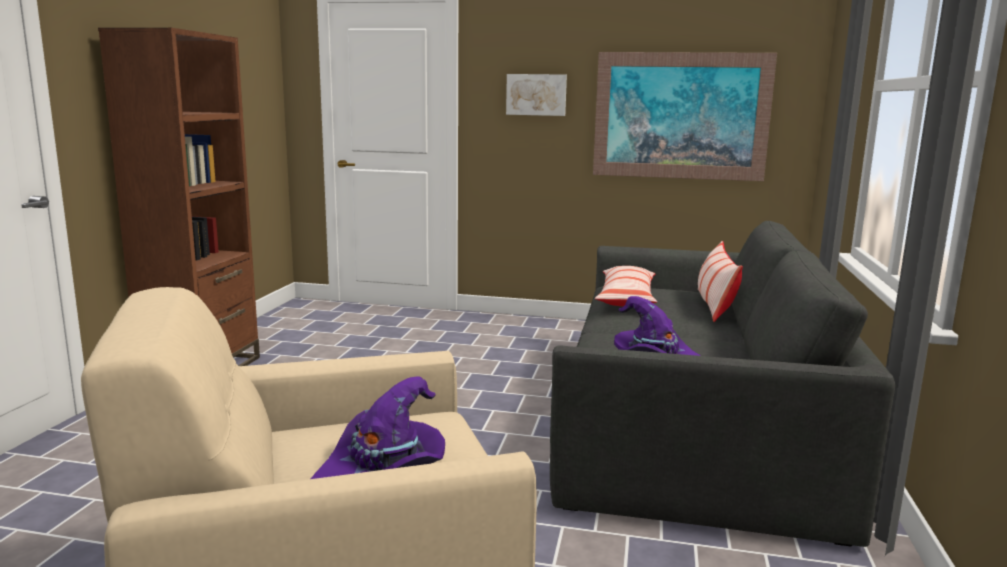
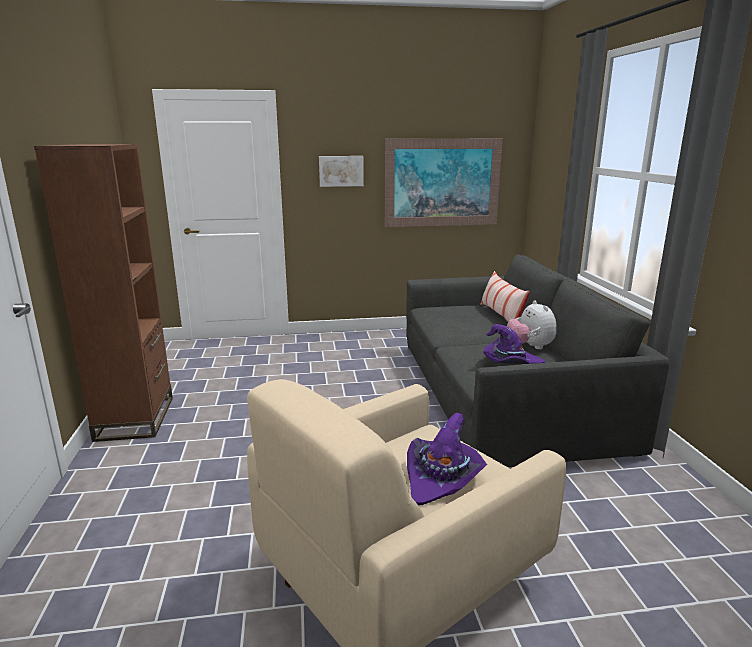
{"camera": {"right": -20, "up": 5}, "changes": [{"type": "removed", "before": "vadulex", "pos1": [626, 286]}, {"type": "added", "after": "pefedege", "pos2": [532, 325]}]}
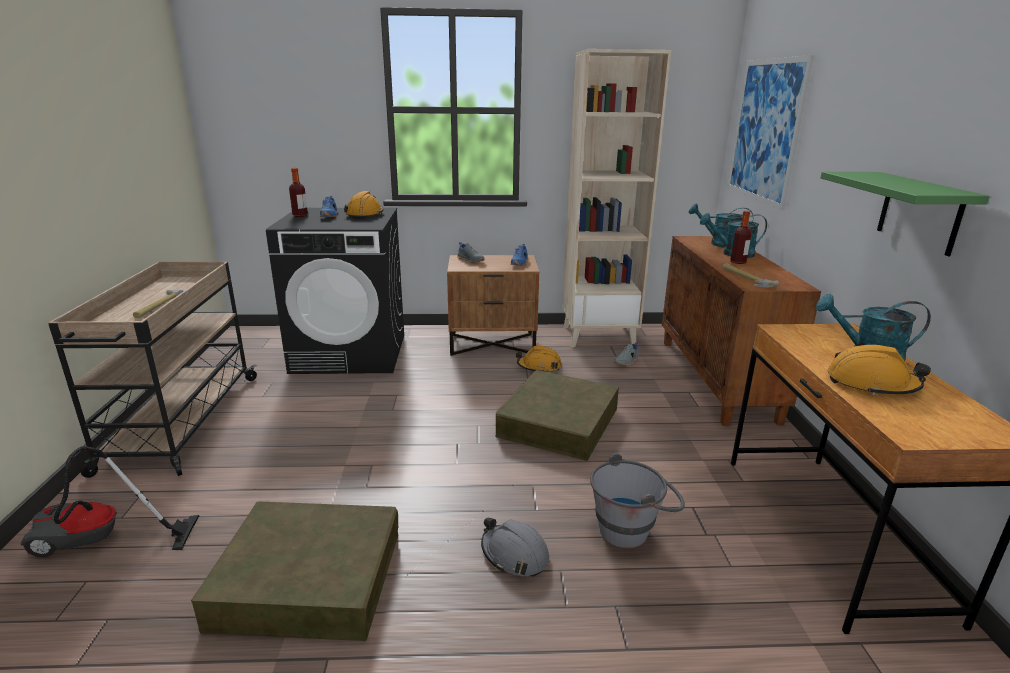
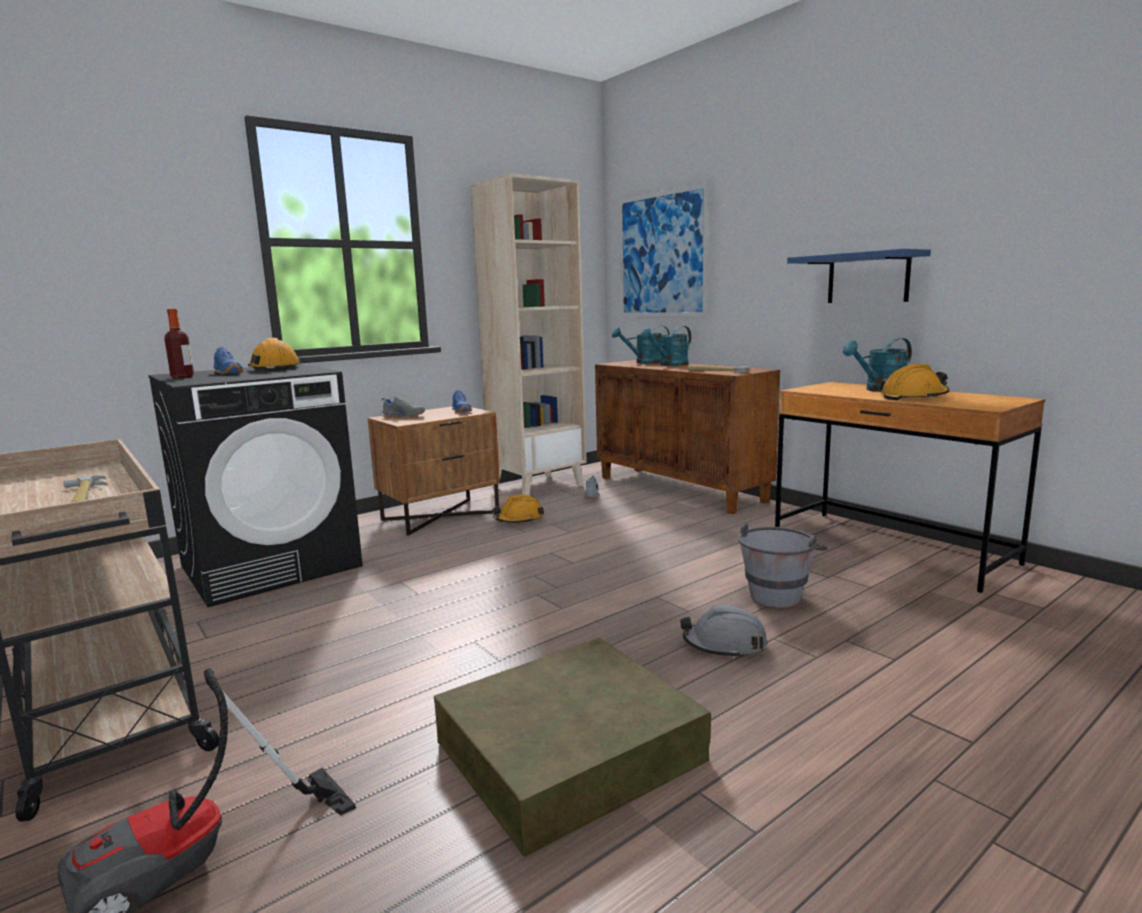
{"camera": {"right": -35, "up": -10}, "changes": [{"type": "removed", "before": "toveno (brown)", "pos1": [557, 415]}, {"type": "removed", "before": "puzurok", "pos1": [740, 237]}, {"type": "recoloured", "before": "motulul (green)", "after": "motulul (blue)", "pos1": [905, 214], "pos2": [859, 276]}]}
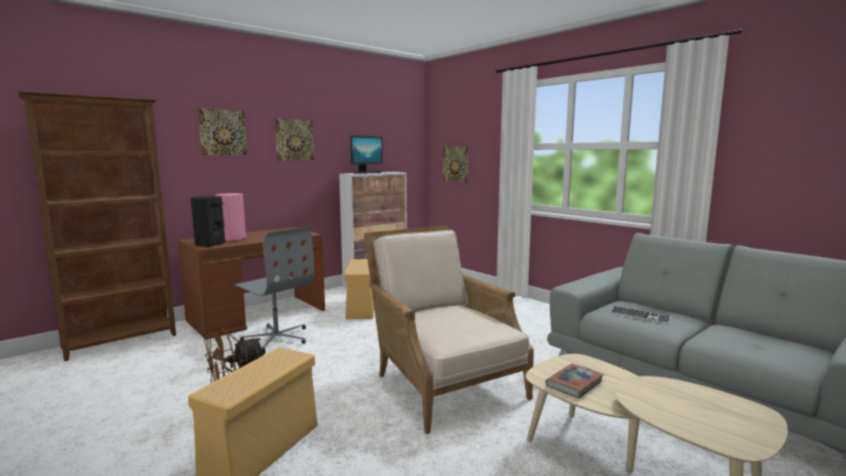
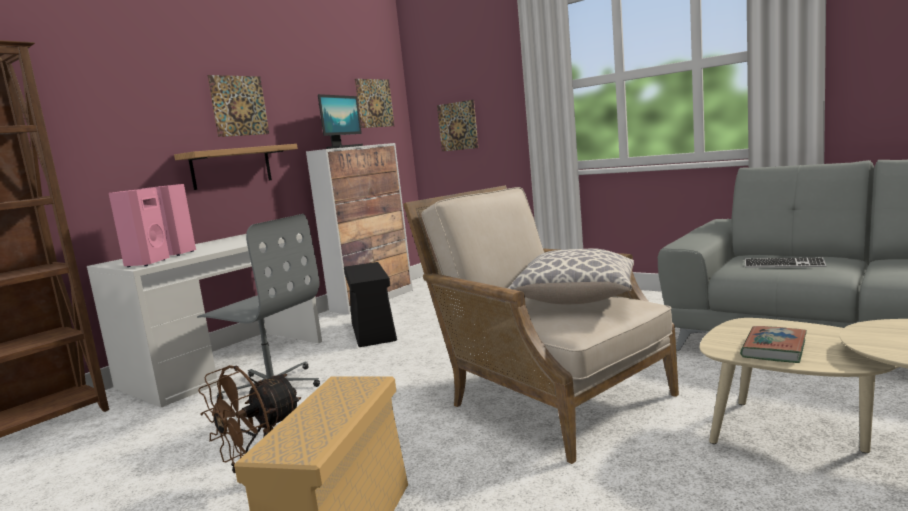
{"camera": {"right": -10, "up": 0}, "changes": [{"type": "added", "after": "motulul", "pos2": [236, 167]}, {"type": "added", "after": "vadulex", "pos2": [571, 276]}, {"type": "moved", "before": "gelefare", "pos1": [222, 131], "pos2": [375, 103]}, {"type": "recoloured", "before": "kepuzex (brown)", "after": "kepuzex (white)", "pos1": [251, 283], "pos2": [204, 320]}, {"type": "recoloured", "before": "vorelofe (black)", "after": "vorelofe (pink)", "pos1": [208, 222], "pos2": [139, 227]}, {"type": "recoloured", "before": "toveno (beige)", "after": "toveno (black)", "pos1": [359, 289], "pos2": [370, 304]}]}
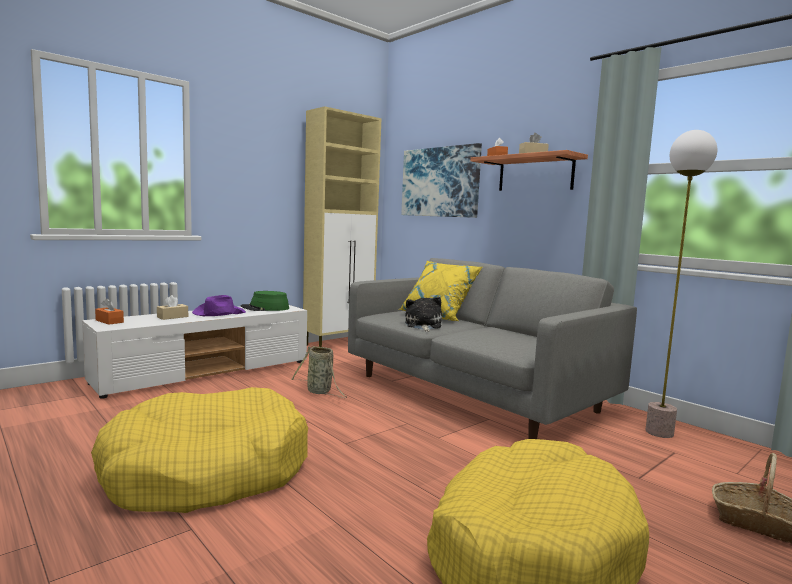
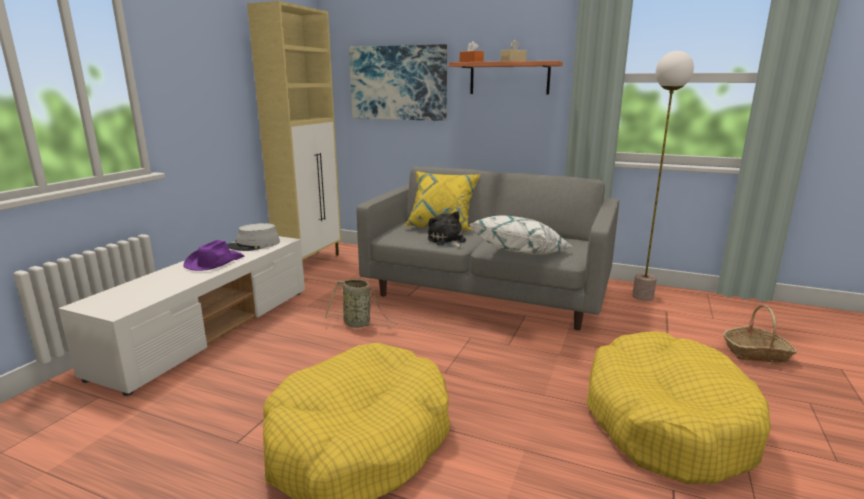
{"camera": {"right": -25, "up": 10}, "changes": [{"type": "removed", "before": "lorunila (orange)", "pos1": [109, 311]}, {"type": "removed", "before": "lorunila (beige)", "pos1": [172, 307]}, {"type": "added", "after": "vadulex (white)", "pos2": [521, 235]}, {"type": "recoloured", "before": "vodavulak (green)", "after": "vodavulak (grey)", "pos1": [265, 301], "pos2": [253, 237]}]}
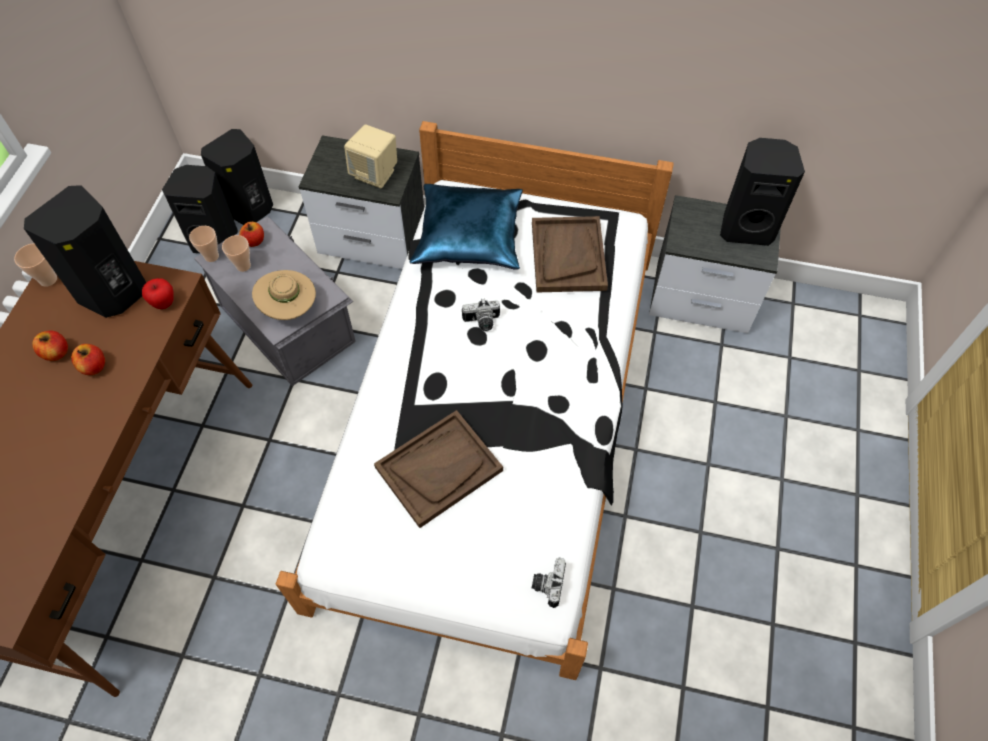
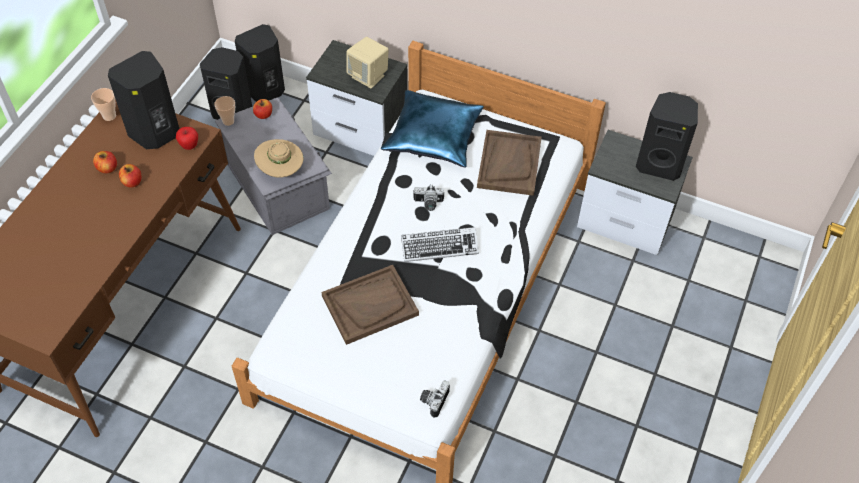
{"camera": {"right": 10, "up": -5}, "changes": [{"type": "removed", "before": "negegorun", "pos1": [236, 253]}, {"type": "added", "after": "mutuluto", "pos2": [440, 244]}]}
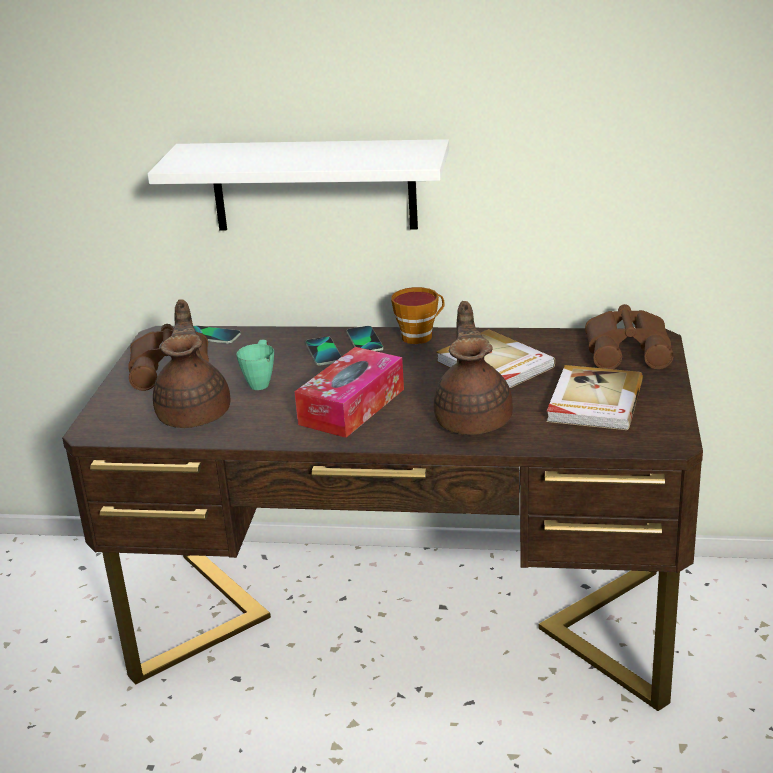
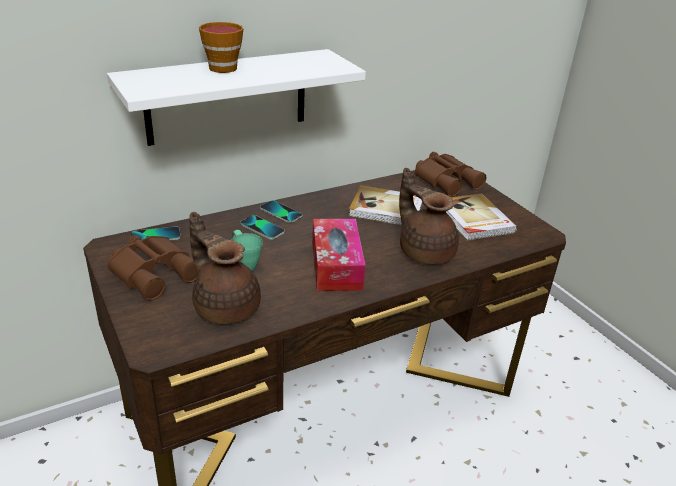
{"camera": {"right": -40, "up": 5}, "changes": [{"type": "moved", "before": "negegorun", "pos1": [417, 315], "pos2": [221, 47]}]}
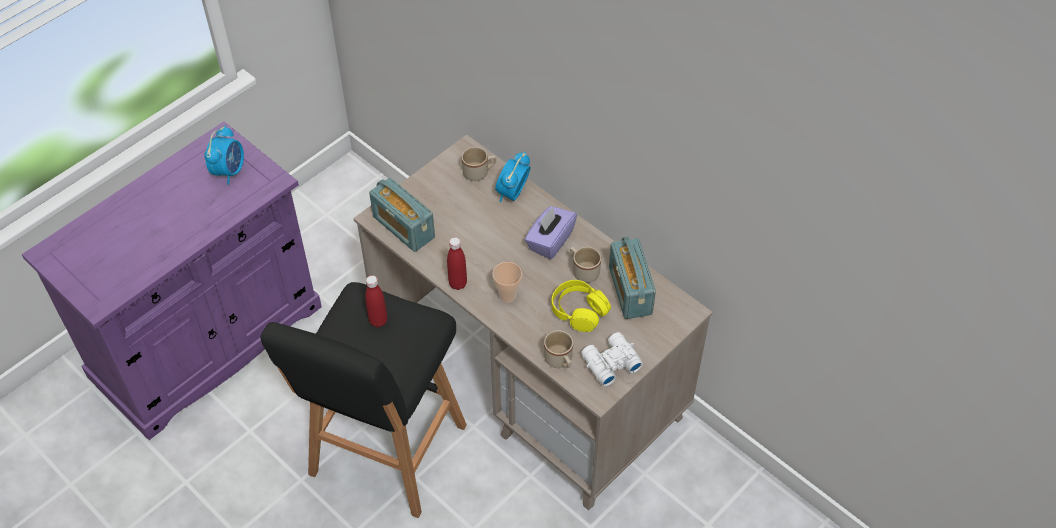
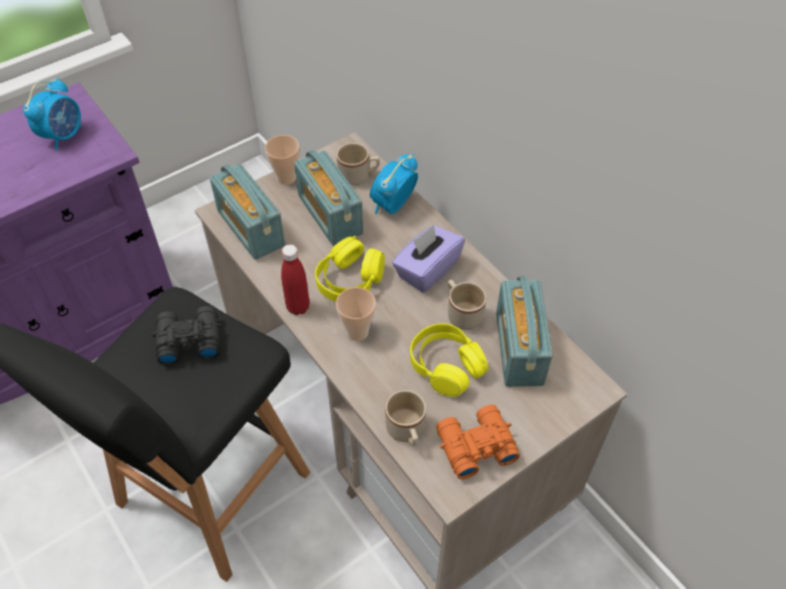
{"camera": {"right": 10, "up": 0}, "changes": [{"type": "added", "after": "negegorun", "pos2": [282, 160]}, {"type": "added", "after": "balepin", "pos2": [328, 198]}, {"type": "added", "after": "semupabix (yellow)", "pos2": [350, 269]}, {"type": "replaced", "before": "puzurok (red)", "after": "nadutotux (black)", "pos1": [376, 301], "pos2": [187, 336]}, {"type": "recoloured", "before": "nadutotux (white)", "after": "nadutotux (orange)", "pos1": [612, 359], "pos2": [478, 442]}]}
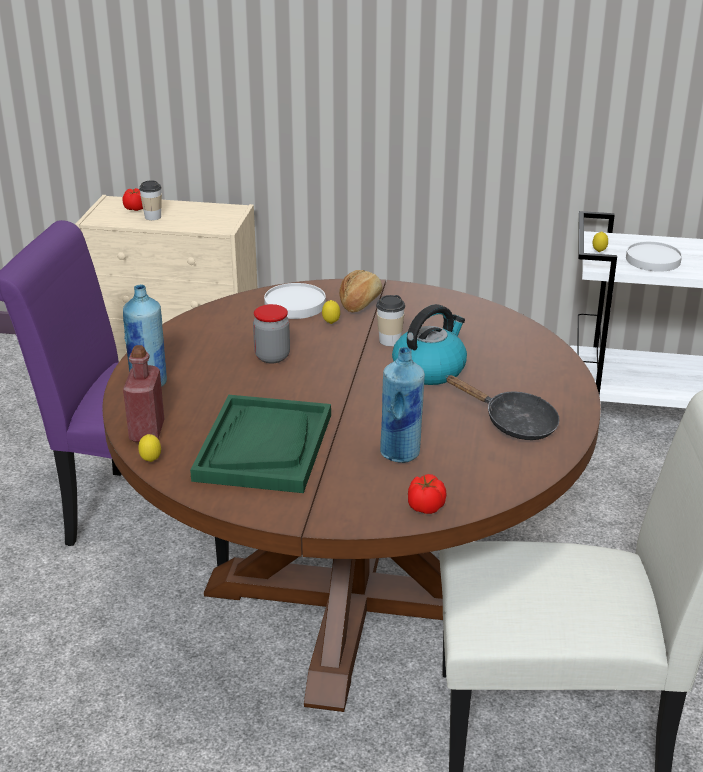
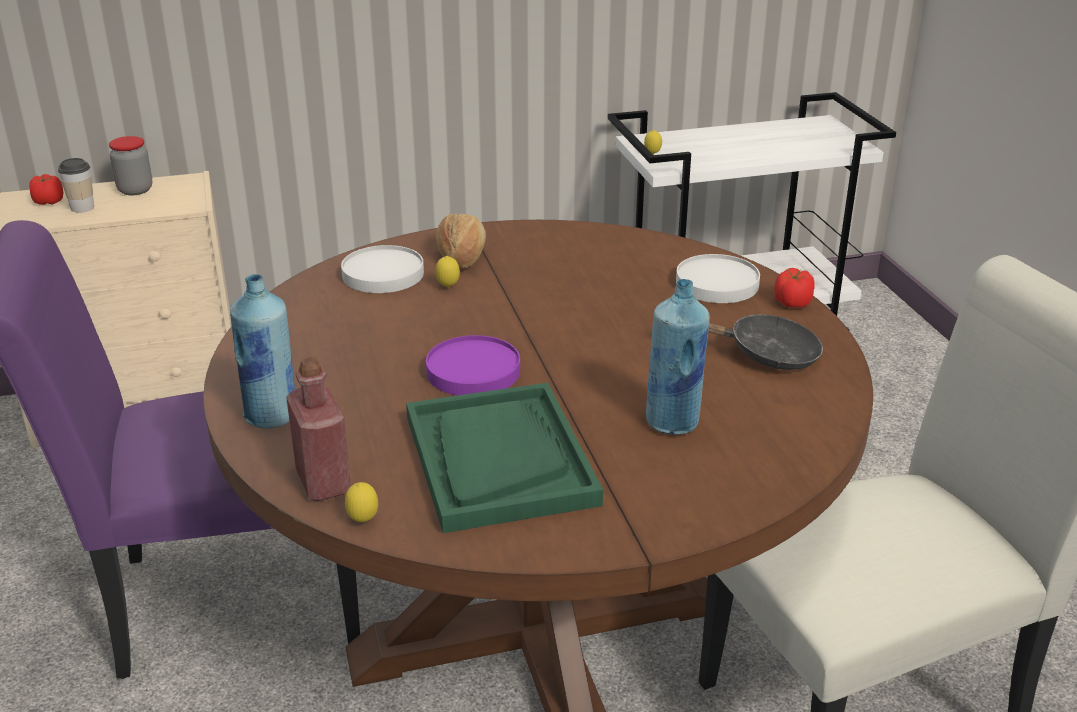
{"camera": {"right": -25, "up": 0}, "changes": [{"type": "removed", "before": "negegorun", "pos1": [390, 320]}, {"type": "removed", "before": "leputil", "pos1": [429, 344]}, {"type": "added", "after": "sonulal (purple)", "pos2": [473, 365]}, {"type": "moved", "before": "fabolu", "pos1": [271, 333], "pos2": [130, 165]}, {"type": "moved", "before": "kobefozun", "pos1": [427, 494], "pos2": [794, 288]}, {"type": "moved", "before": "sonulal (white)", "pos1": [654, 256], "pos2": [718, 278]}]}
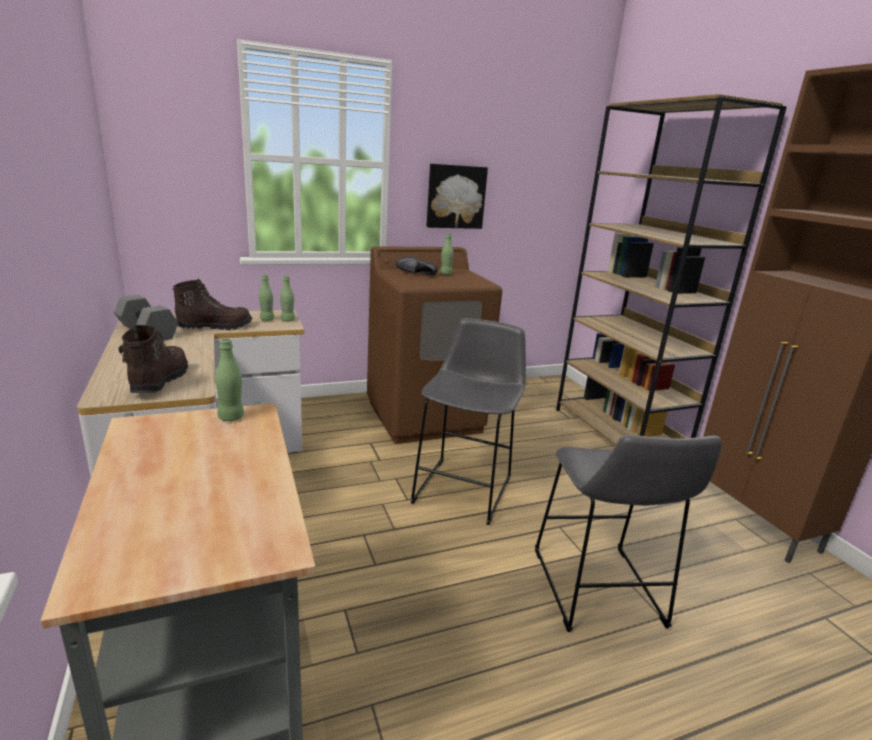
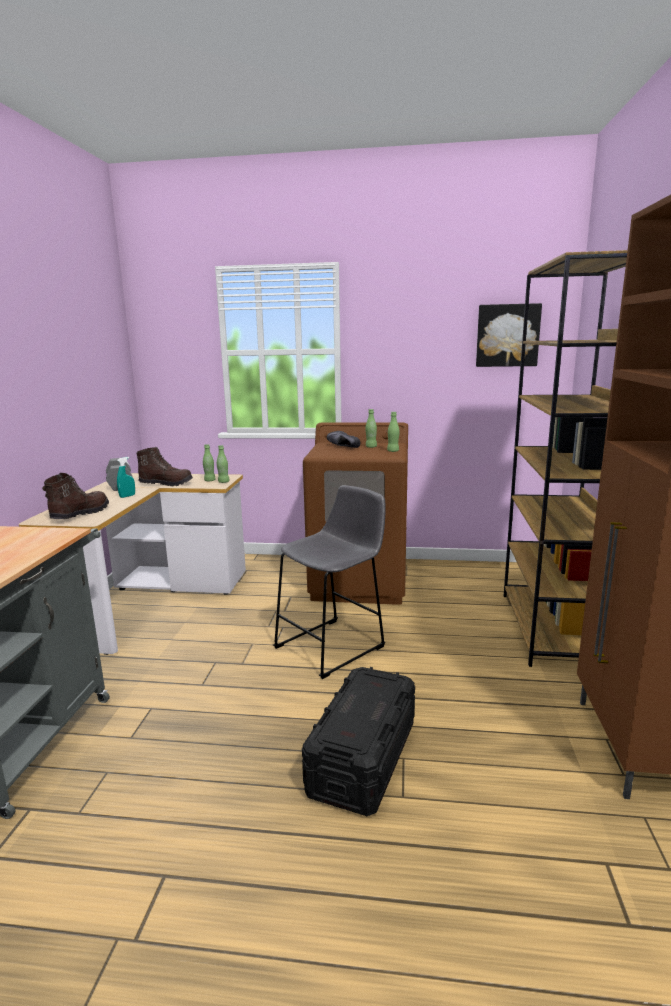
{"camera": {"right": 30, "up": -5}, "changes": [{"type": "added", "after": "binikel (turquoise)", "pos2": [126, 477]}, {"type": "moved", "before": "puzurok (green)", "pos1": [229, 379], "pos2": [393, 432]}, {"type": "moved", "before": "gelefare", "pos1": [457, 196], "pos2": [509, 335]}, {"type": "replaced", "before": "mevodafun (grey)", "after": "toveno (black)", "pos1": [628, 533], "pos2": [358, 741]}]}
